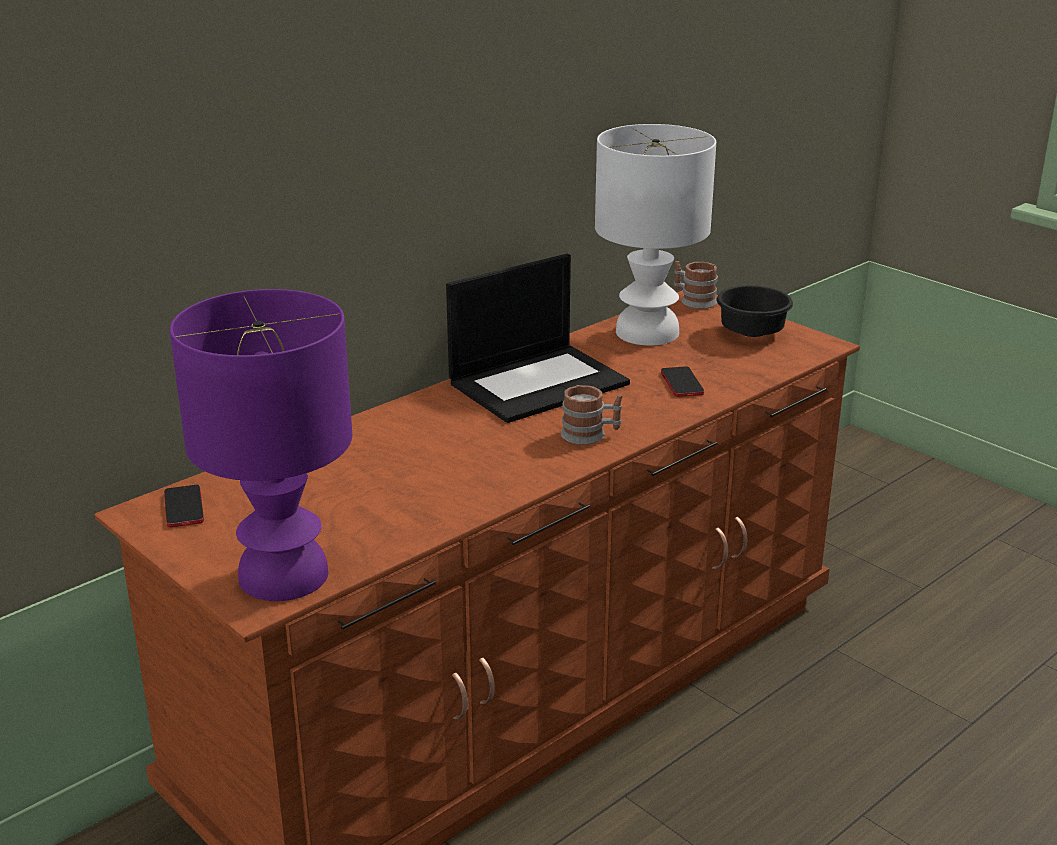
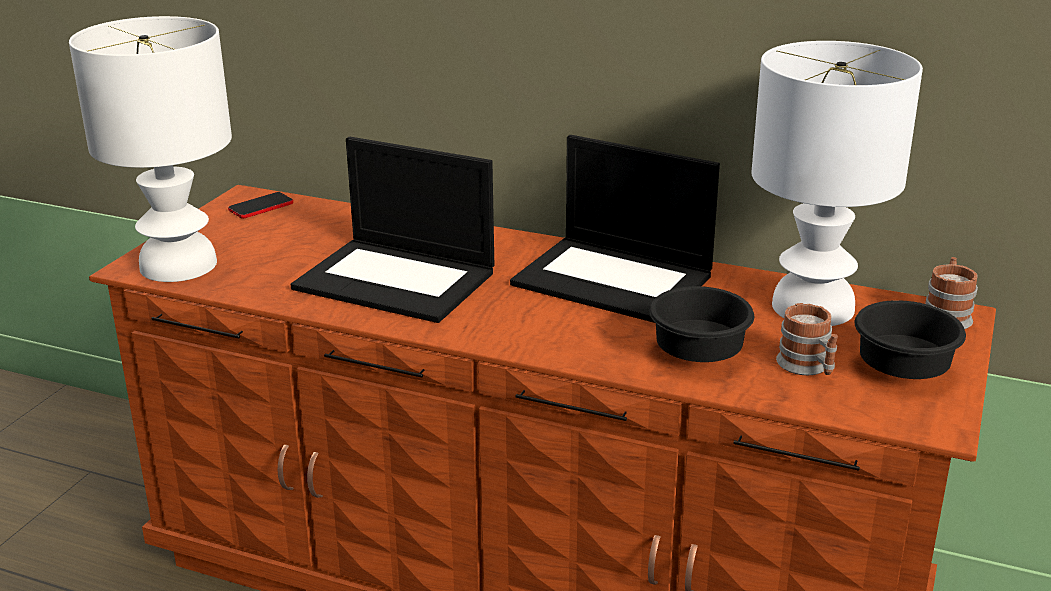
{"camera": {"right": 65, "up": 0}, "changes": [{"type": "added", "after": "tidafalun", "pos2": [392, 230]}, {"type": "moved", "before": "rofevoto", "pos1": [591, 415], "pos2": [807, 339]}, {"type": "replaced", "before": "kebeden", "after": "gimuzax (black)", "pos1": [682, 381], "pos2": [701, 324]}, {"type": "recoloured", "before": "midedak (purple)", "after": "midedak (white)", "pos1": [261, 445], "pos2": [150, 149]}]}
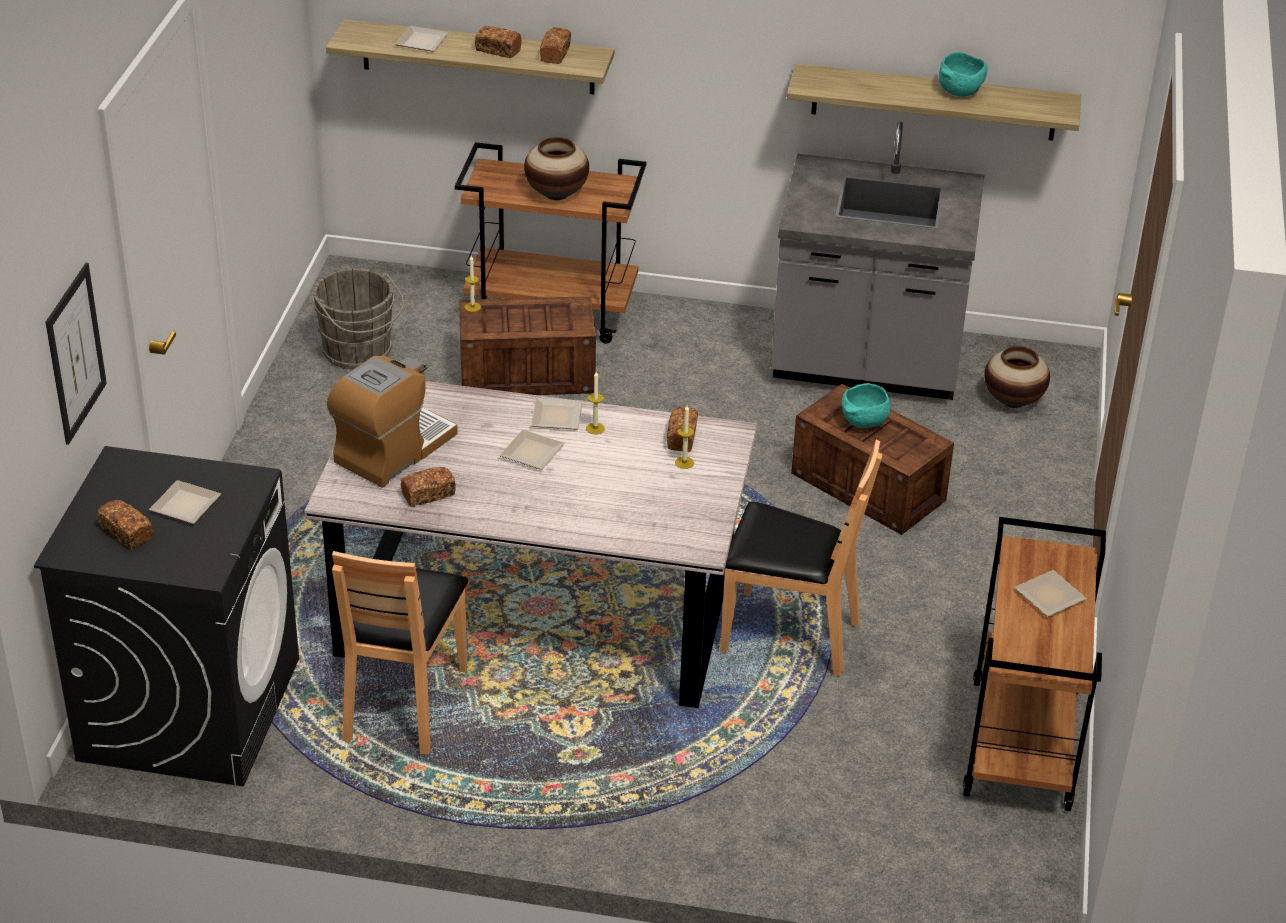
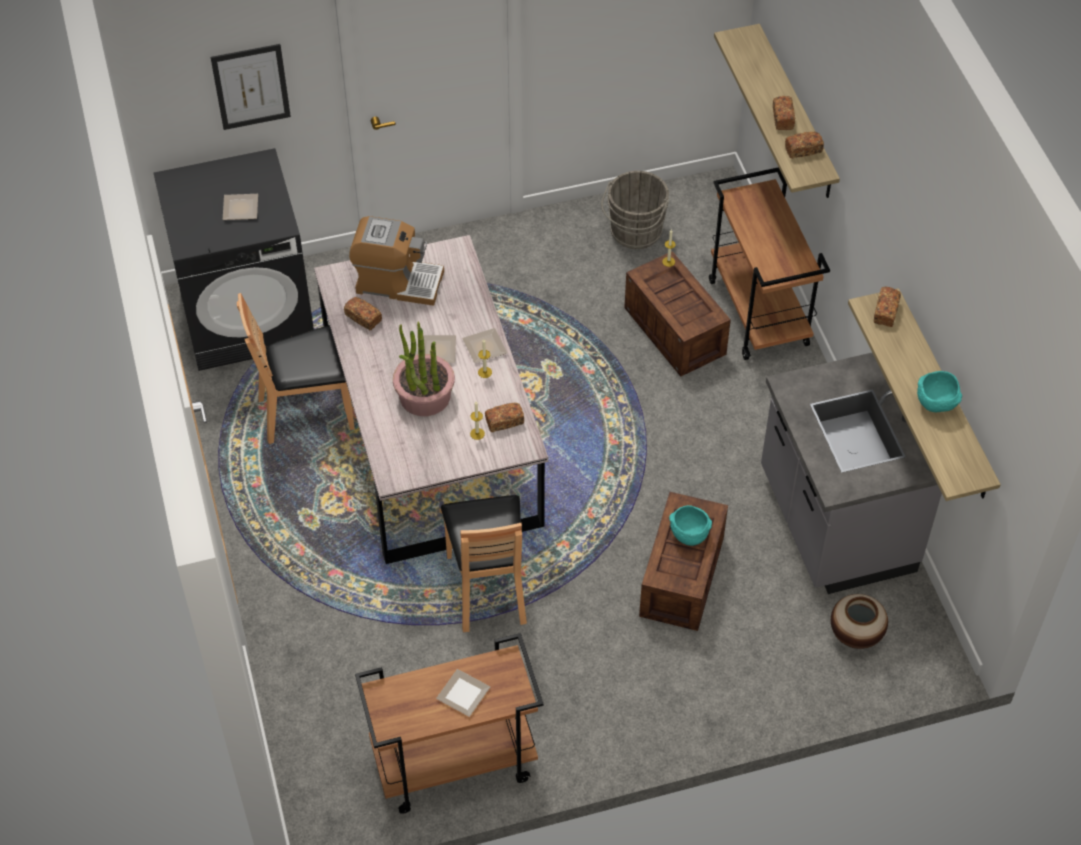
{"camera": {"right": 65, "up": 15}, "changes": [{"type": "removed", "before": "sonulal", "pos1": [422, 39]}, {"type": "removed", "before": "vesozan", "pos1": [556, 168]}, {"type": "added", "after": "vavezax", "pos2": [424, 369]}, {"type": "moved", "before": "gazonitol", "pos1": [125, 524], "pos2": [887, 306]}]}
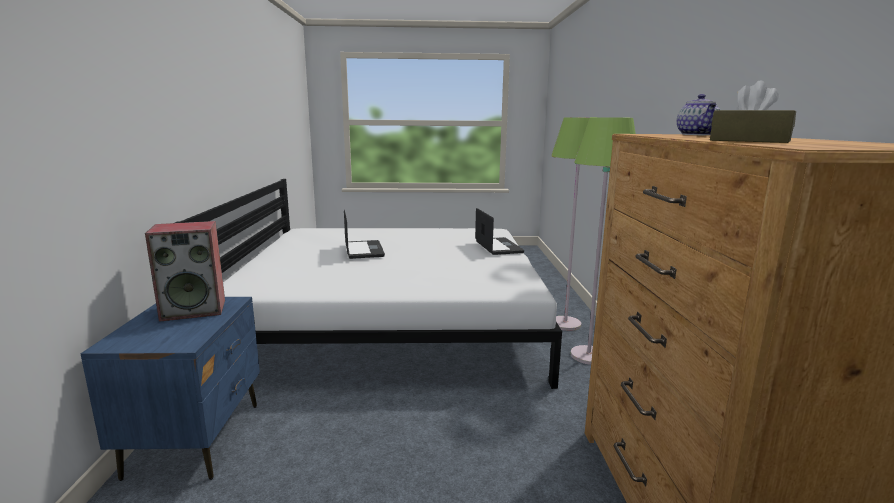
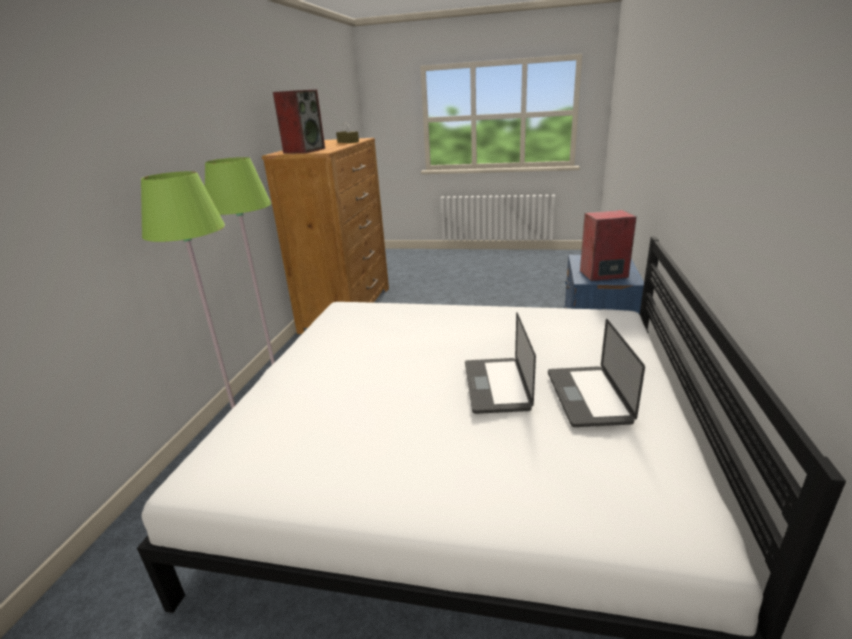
{"camera": {"right": -165, "up": 10}, "changes": [{"type": "moved", "before": "tidafalun", "pos1": [499, 231], "pos2": [596, 373]}, {"type": "replaced", "before": "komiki", "after": "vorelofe", "pos1": [699, 114], "pos2": [299, 122]}]}
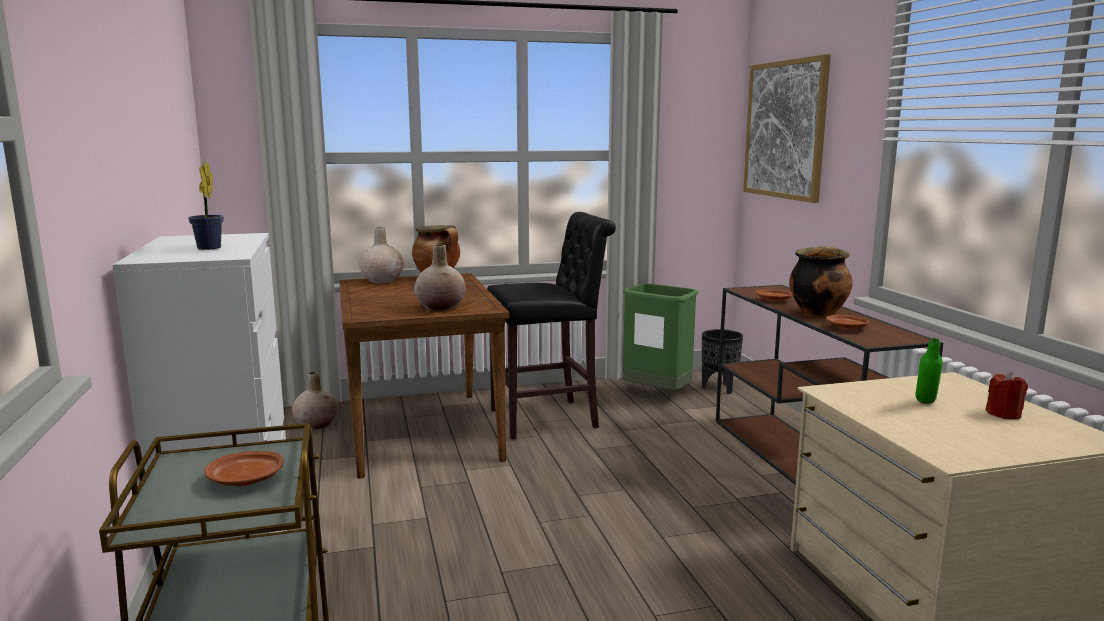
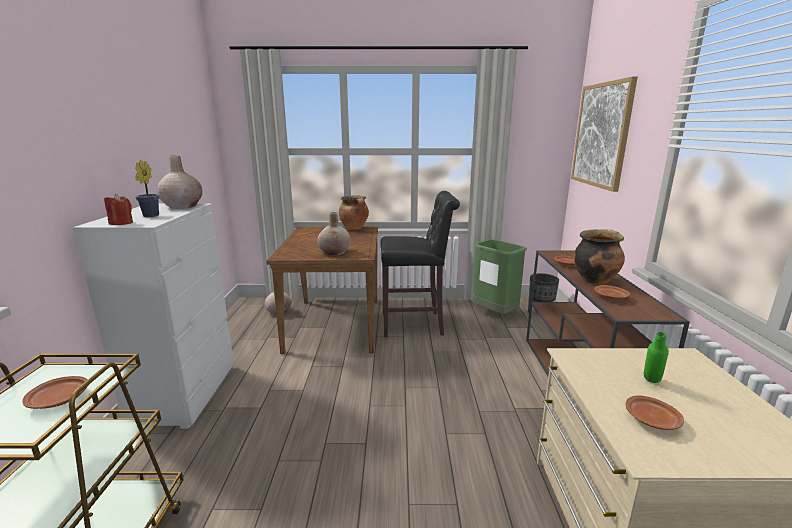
{"camera": {"right": 15, "up": 5}, "changes": [{"type": "added", "after": "sonulal (brown)", "pos2": [655, 412]}, {"type": "moved", "before": "vesozan (beige)", "pos1": [381, 255], "pos2": [179, 182]}, {"type": "moved", "before": "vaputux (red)", "pos1": [1007, 395], "pos2": [118, 209]}]}
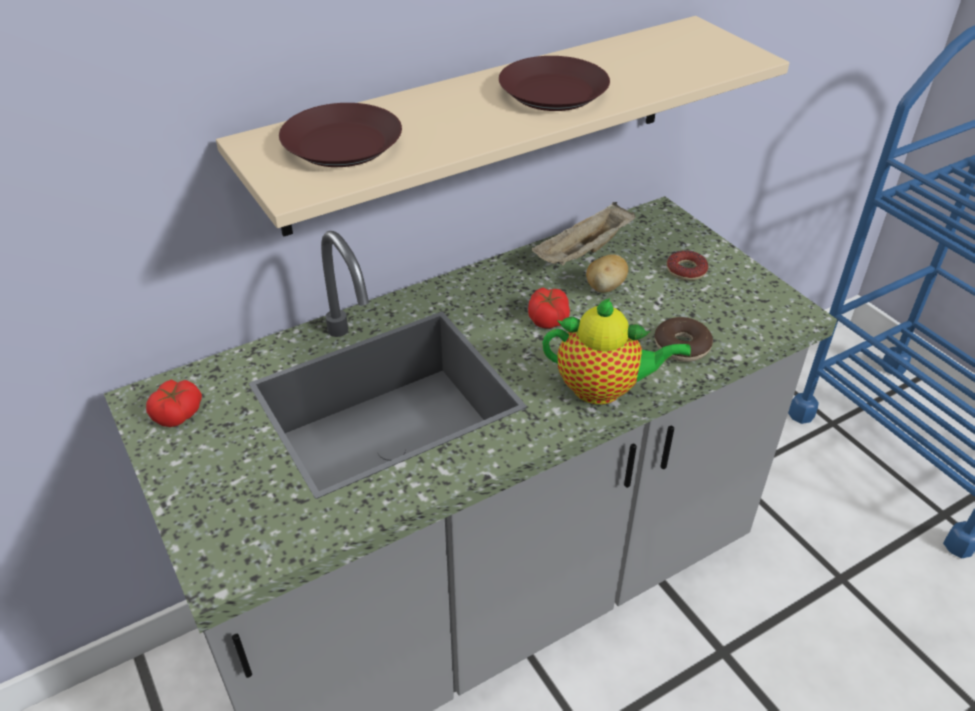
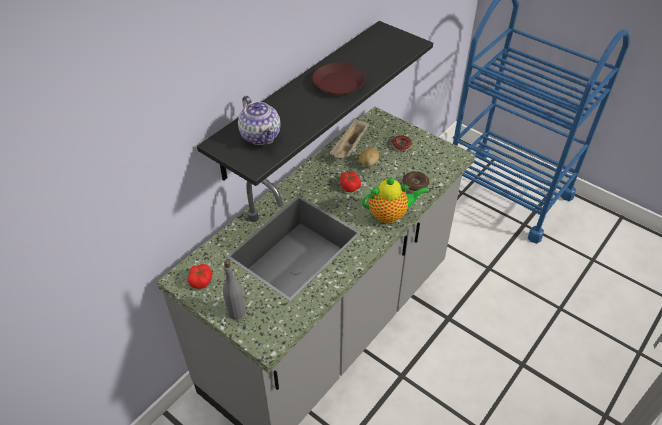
{"camera": {"right": -20, "up": 5}, "changes": [{"type": "added", "after": "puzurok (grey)", "pos2": [234, 290]}, {"type": "replaced", "before": "sonulal (brown)", "after": "komiki", "pos1": [340, 135], "pos2": [259, 120]}, {"type": "recoloured", "before": "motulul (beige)", "after": "motulul (black)", "pos1": [502, 126], "pos2": [315, 103]}]}
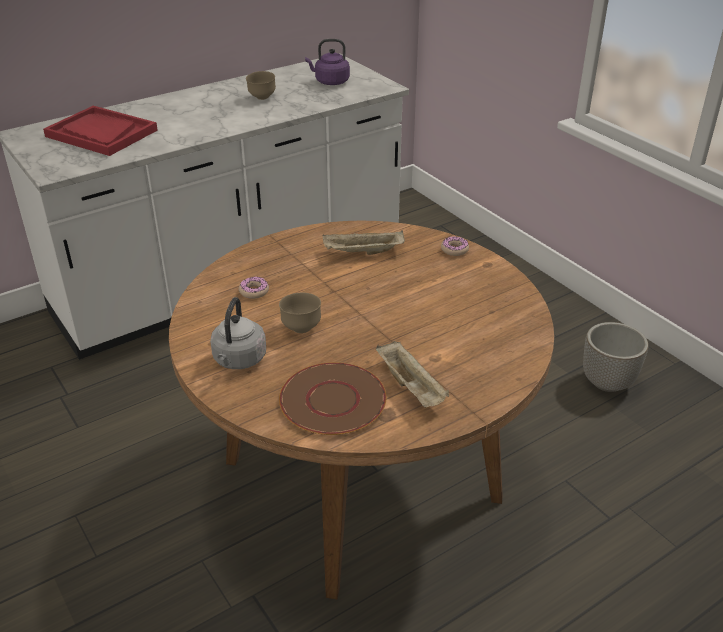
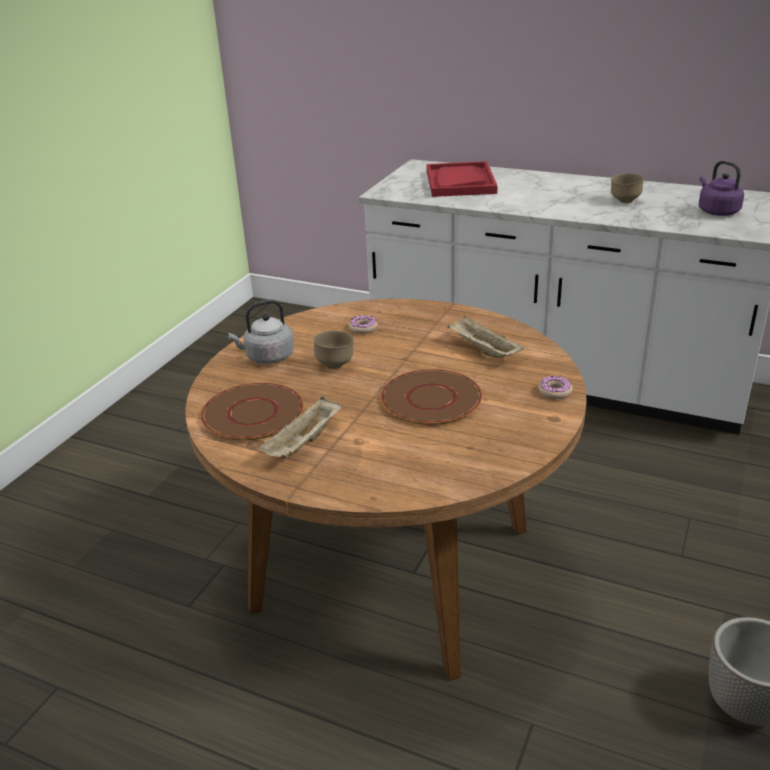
{"camera": {"right": 60, "up": -5}, "changes": [{"type": "added", "after": "sonulal (brown)", "pos2": [431, 397]}]}
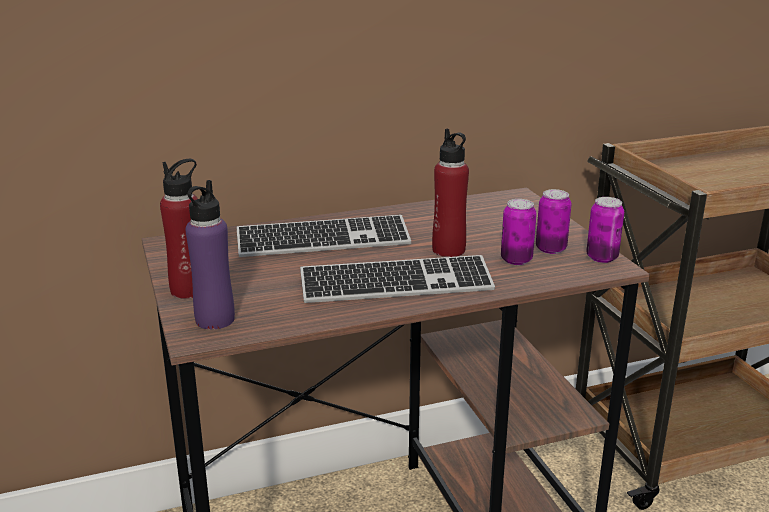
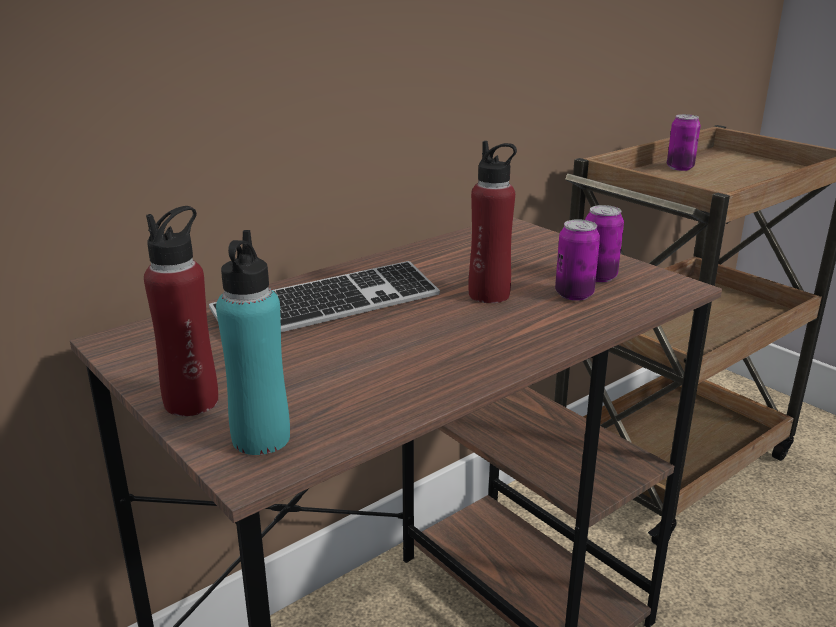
{"camera": {"right": -20, "up": 0}, "changes": [{"type": "removed", "before": "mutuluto", "pos1": [397, 279]}, {"type": "moved", "before": "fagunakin", "pos1": [605, 230], "pos2": [684, 142]}, {"type": "recoloured", "before": "puzurok (purple)", "after": "puzurok (turquoise)", "pos1": [210, 255], "pos2": [253, 342]}]}
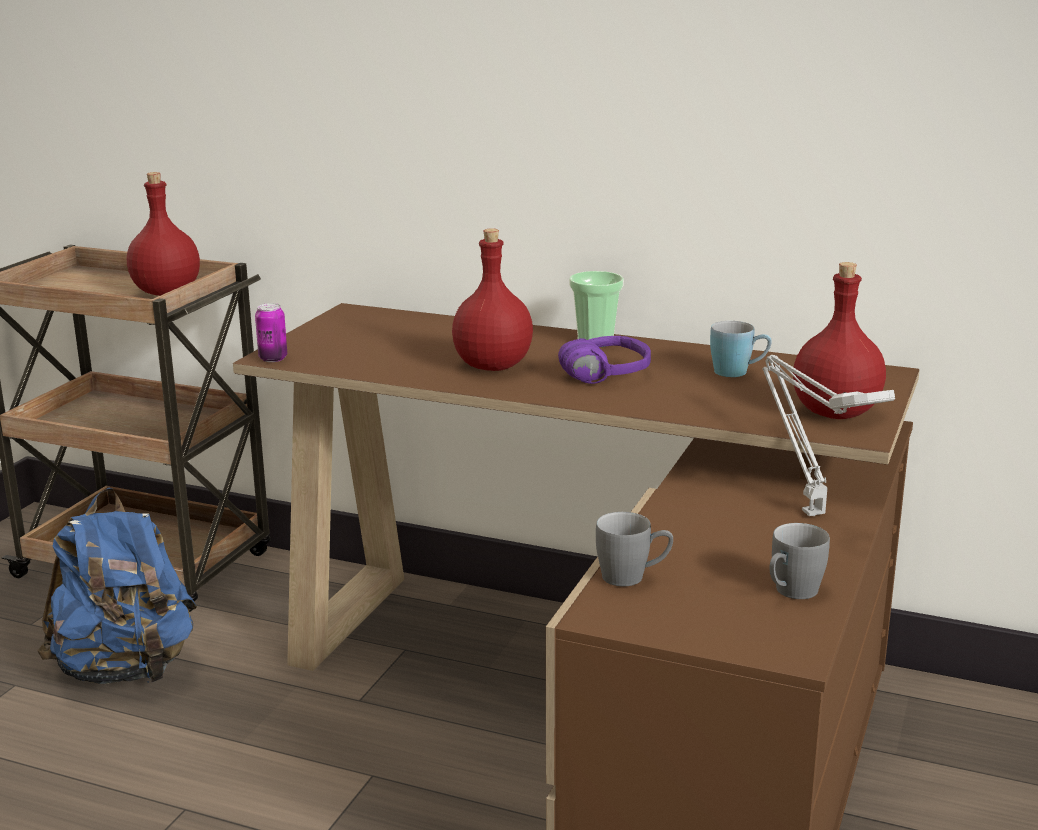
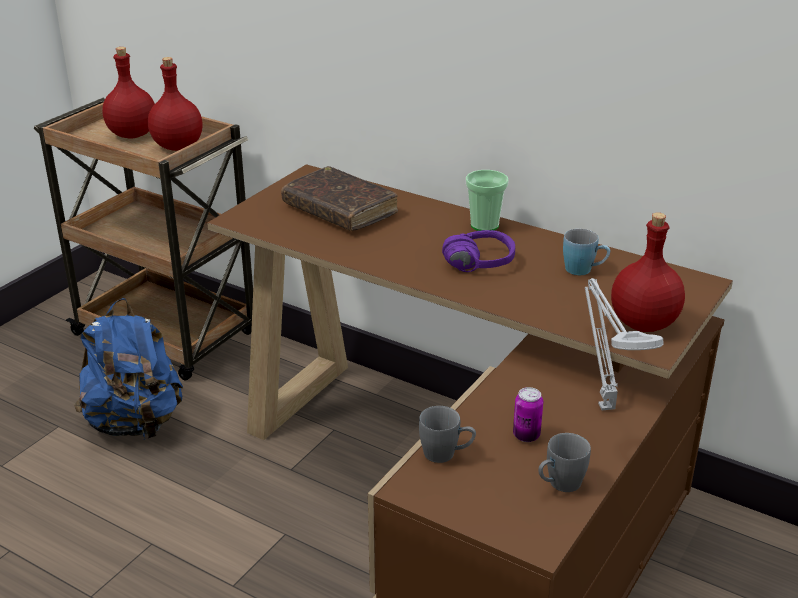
{"camera": {"right": 10, "up": 10}, "changes": [{"type": "added", "after": "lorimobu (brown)", "pos2": [339, 198]}, {"type": "moved", "before": "fagunakin", "pos1": [271, 332], "pos2": [528, 414]}, {"type": "moved", "before": "puzurok (red)", "pos1": [492, 299], "pos2": [128, 92]}]}
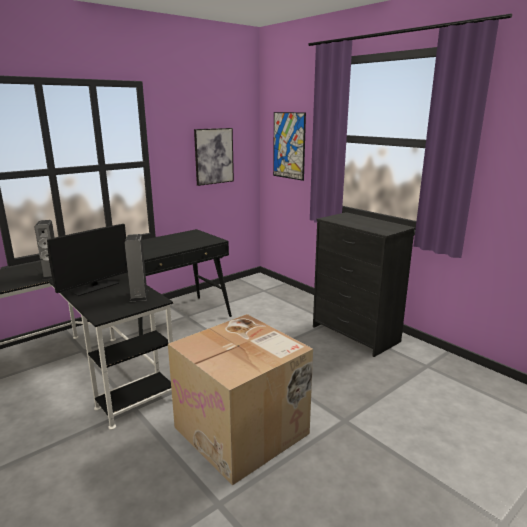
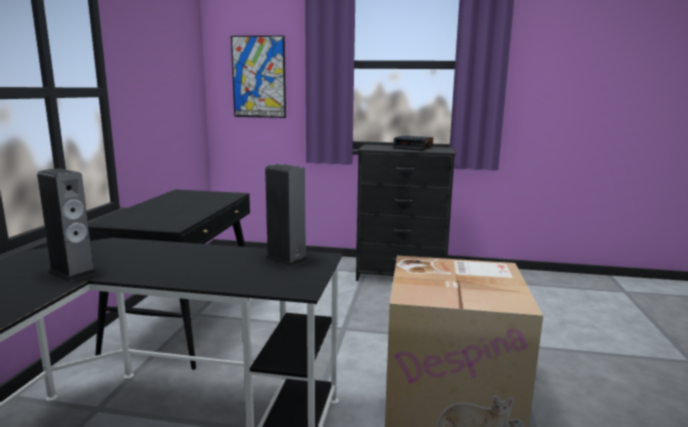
{"camera": {"right": -40, "up": -5}, "changes": [{"type": "removed", "before": "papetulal", "pos1": [87, 260]}, {"type": "removed", "before": "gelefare", "pos1": [214, 157]}, {"type": "added", "after": "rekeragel", "pos2": [413, 143]}]}
